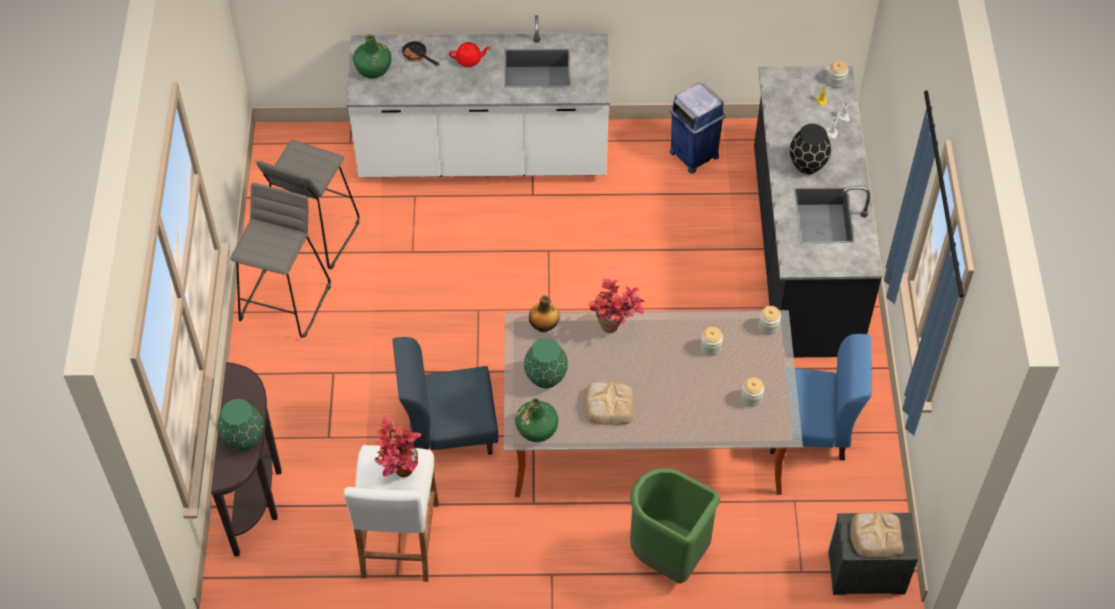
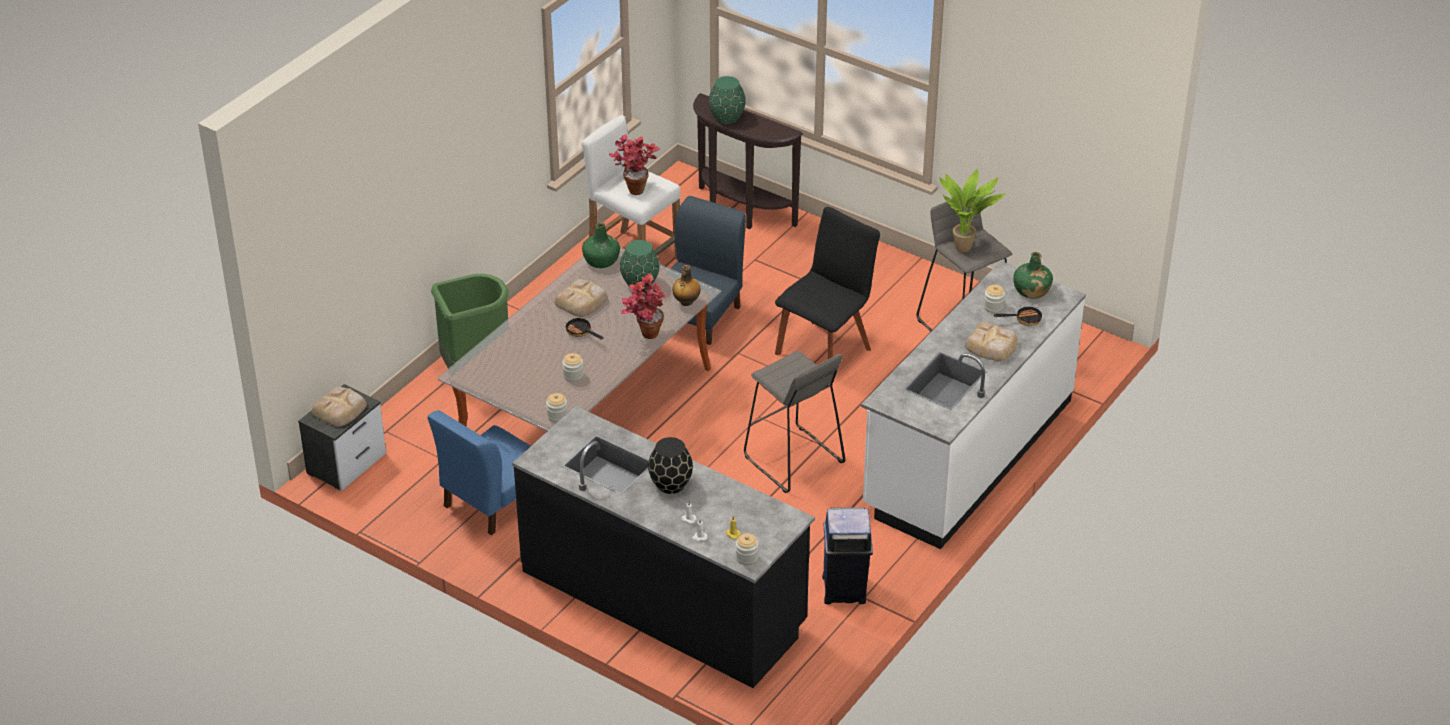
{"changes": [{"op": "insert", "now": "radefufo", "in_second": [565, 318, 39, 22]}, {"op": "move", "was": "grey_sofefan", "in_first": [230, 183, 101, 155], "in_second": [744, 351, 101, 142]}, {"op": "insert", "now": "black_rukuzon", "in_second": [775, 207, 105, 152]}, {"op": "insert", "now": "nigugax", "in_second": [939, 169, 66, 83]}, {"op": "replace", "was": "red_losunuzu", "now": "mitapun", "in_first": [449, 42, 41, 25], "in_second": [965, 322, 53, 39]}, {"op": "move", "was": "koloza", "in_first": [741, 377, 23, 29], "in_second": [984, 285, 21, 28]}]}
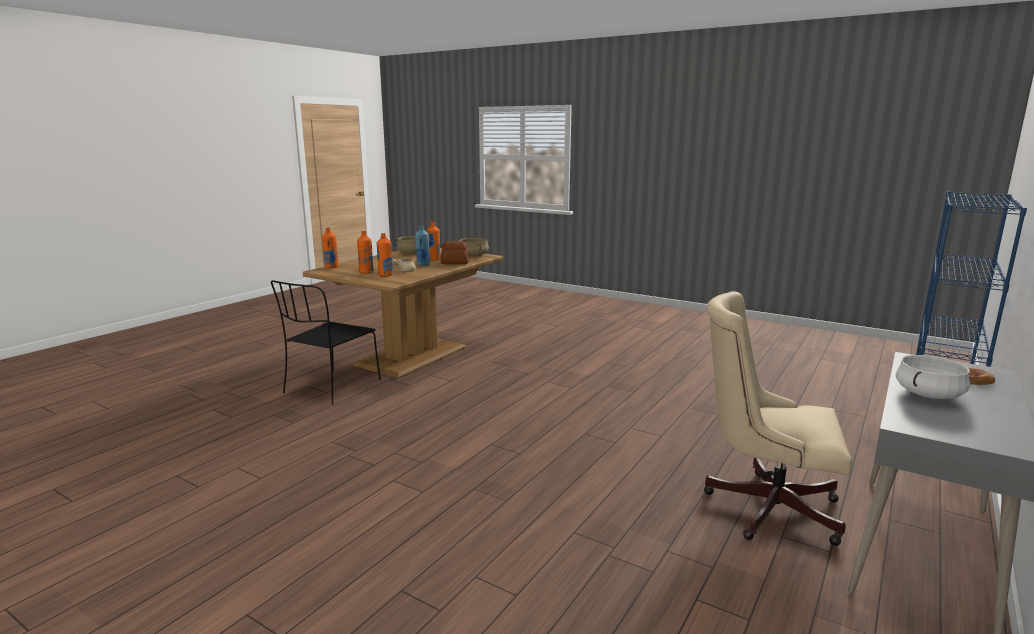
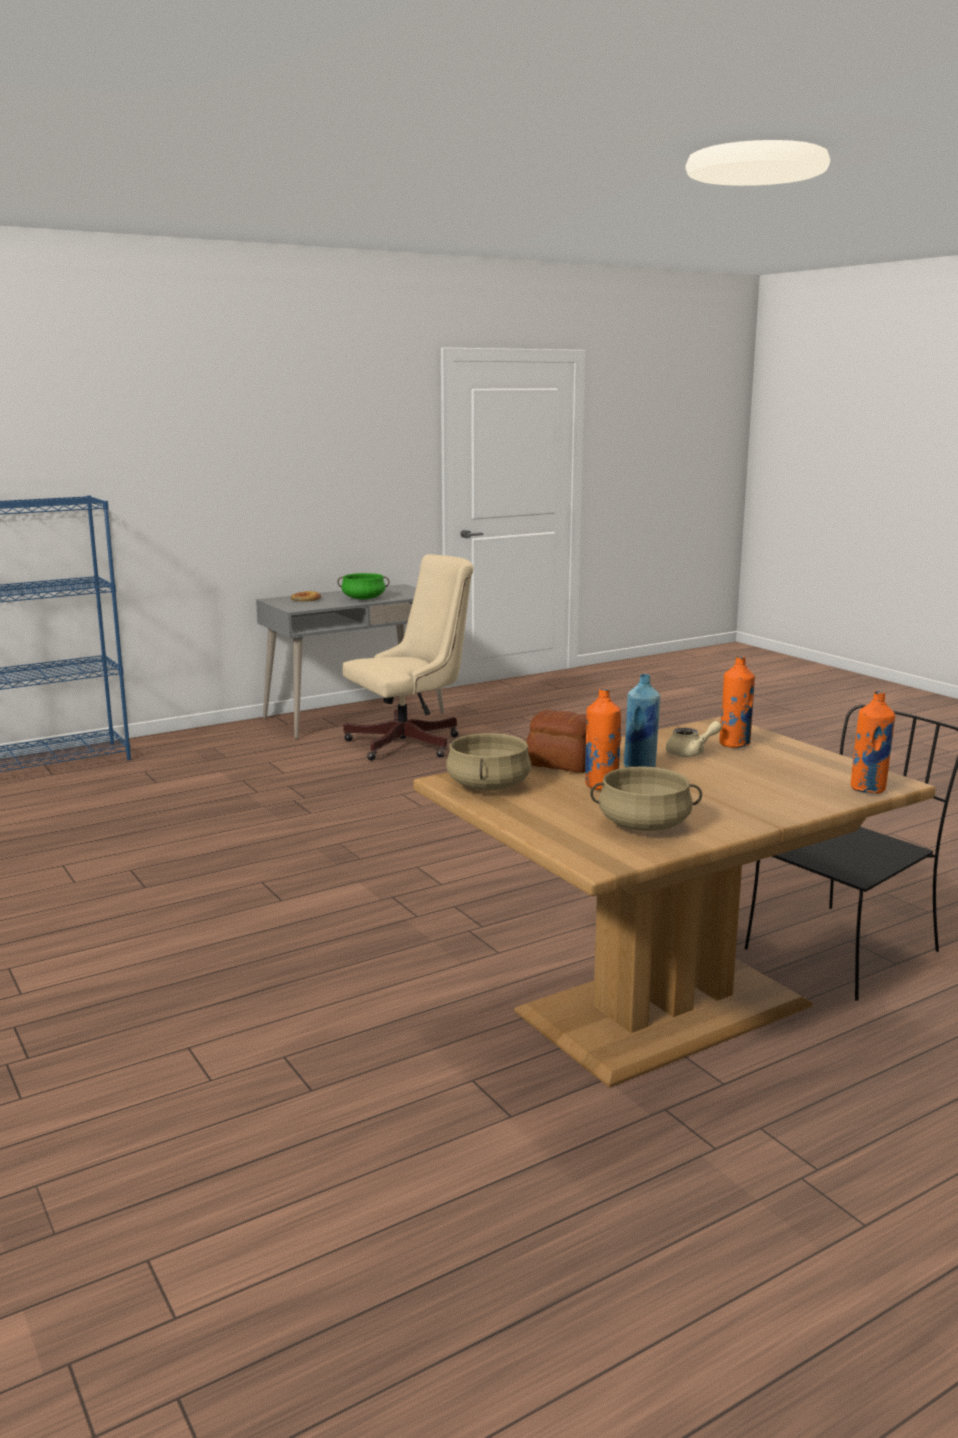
{"changes": [{"op": "recolor", "was": "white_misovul", "now": "green_misovul", "in_first": [896, 355, 74, 44], "in_second": [337, 573, 52, 26]}, {"op": "rotate", "was": "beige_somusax", "in_first": [704, 291, 148, 255], "in_second": [343, 554, 131, 206], "clockwise": -75}, {"op": "delete", "was": "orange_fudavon", "in_first": [357, 231, 17, 43]}]}
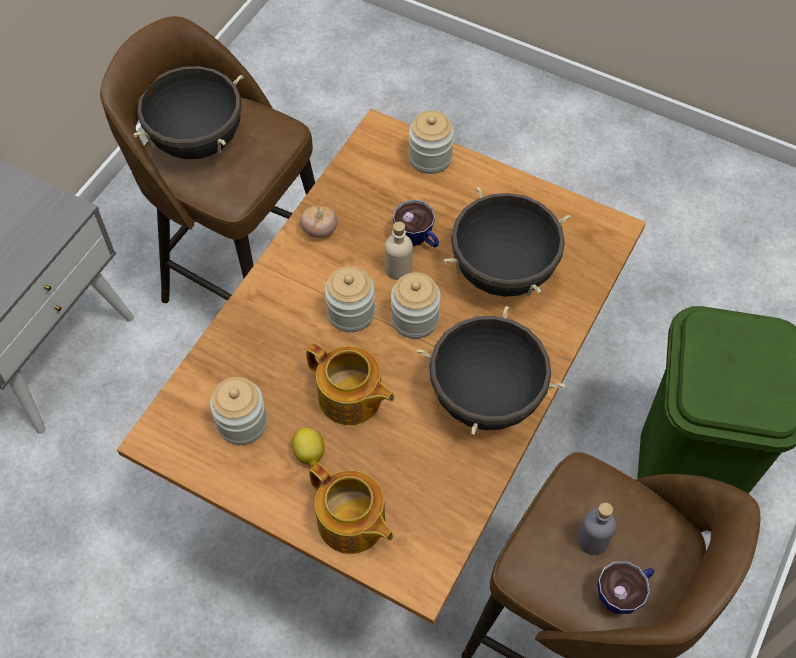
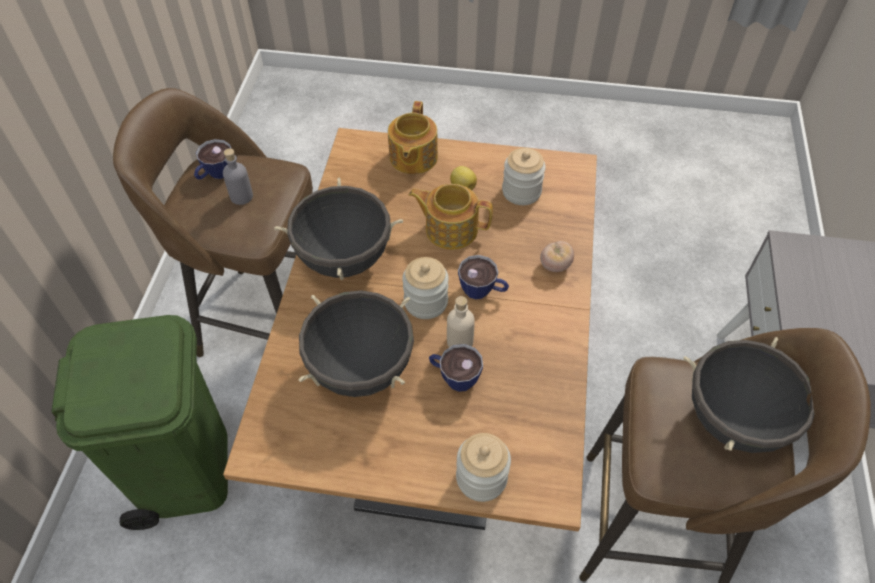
{"changes": [{"op": "rotate", "was": "losunuzu", "in_first": [309, 463, 85, 91], "in_second": [388, 101, 50, 73], "clockwise": -105}, {"op": "replace", "was": "koloza", "now": "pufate", "in_first": [325, 266, 50, 66], "in_second": [458, 255, 51, 44]}, {"op": "move", "was": "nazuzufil", "in_first": [300, 206, 38, 32], "in_second": [540, 241, 34, 31]}]}
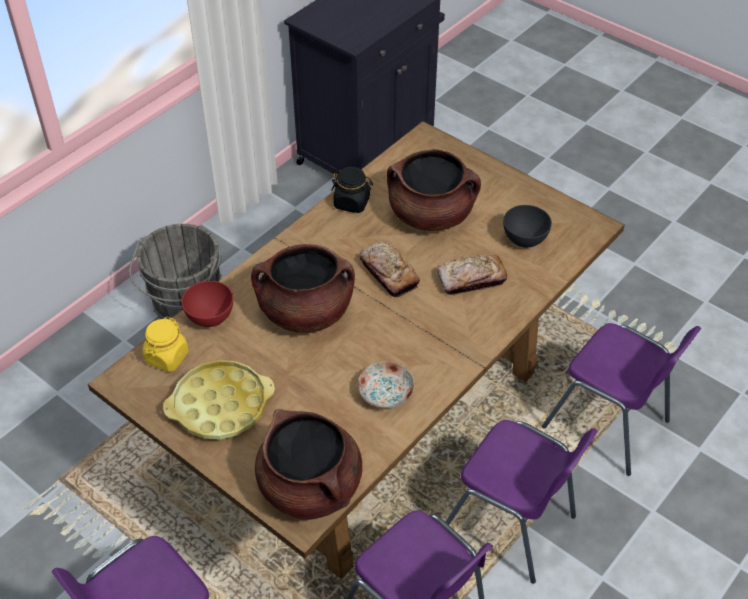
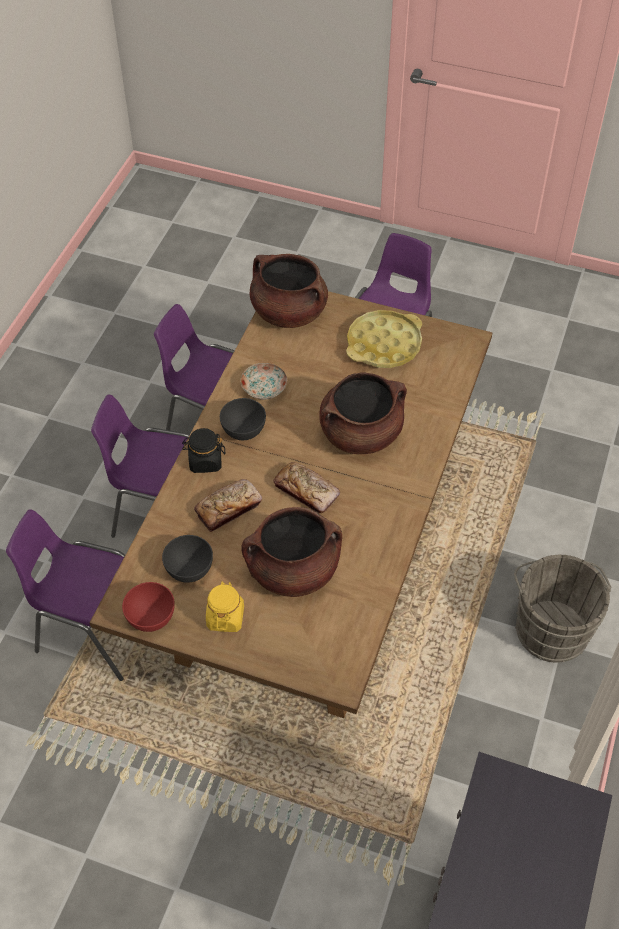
{"changes": [{"op": "move", "was": "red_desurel", "in_first": [181, 281, 52, 46], "in_second": [122, 582, 53, 50]}, {"op": "move", "was": "black_koloza", "in_first": [331, 167, 42, 46], "in_second": [182, 428, 43, 45]}, {"op": "move", "was": "yellow_koloza", "in_first": [143, 317, 46, 55], "in_second": [206, 582, 38, 50]}, {"op": "insert", "now": "grey_desurel", "in_second": [220, 398, 46, 42]}]}
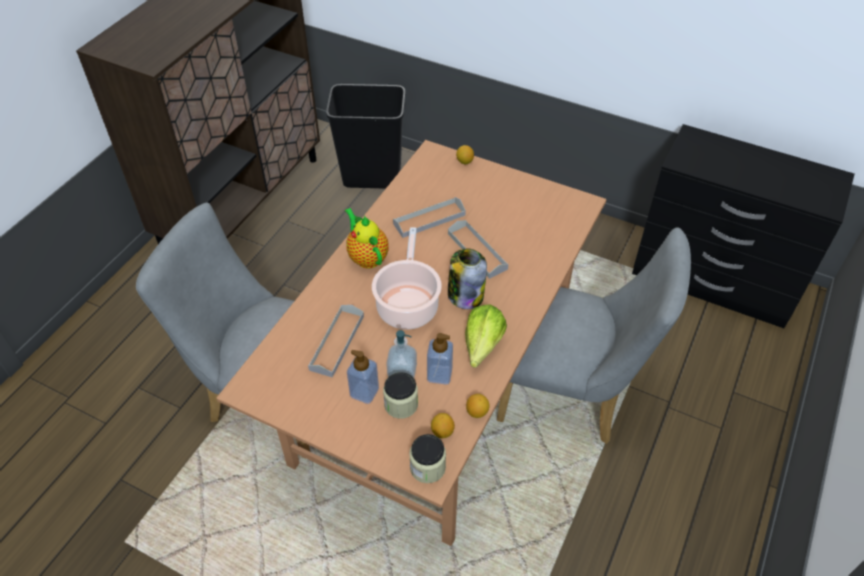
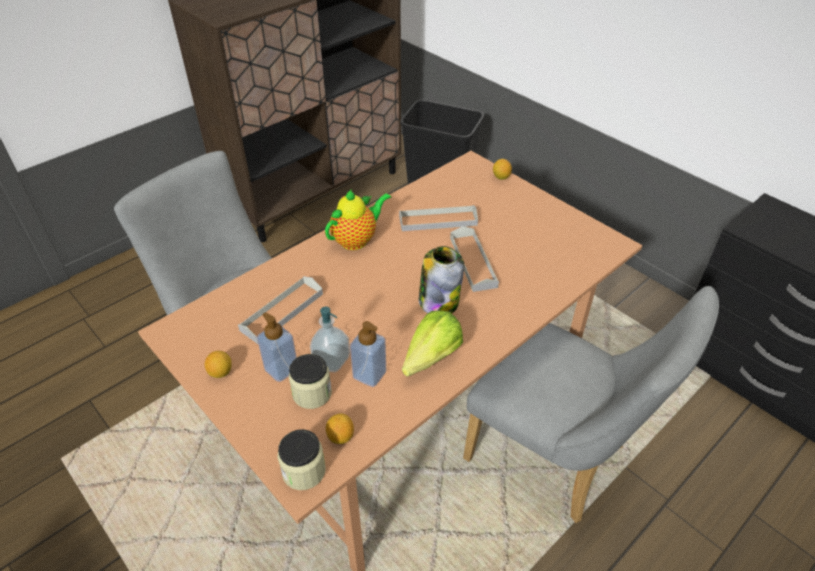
{"changes": [{"op": "move", "was": "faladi", "in_first": [466, 394, 23, 24], "in_second": [205, 351, 27, 27]}, {"op": "rotate", "was": "losunuzu", "in_first": [345, 208, 44, 61], "in_second": [325, 189, 66, 61], "clockwise": 60}, {"op": "delete", "was": "misovul", "in_first": [372, 227, 70, 103]}]}
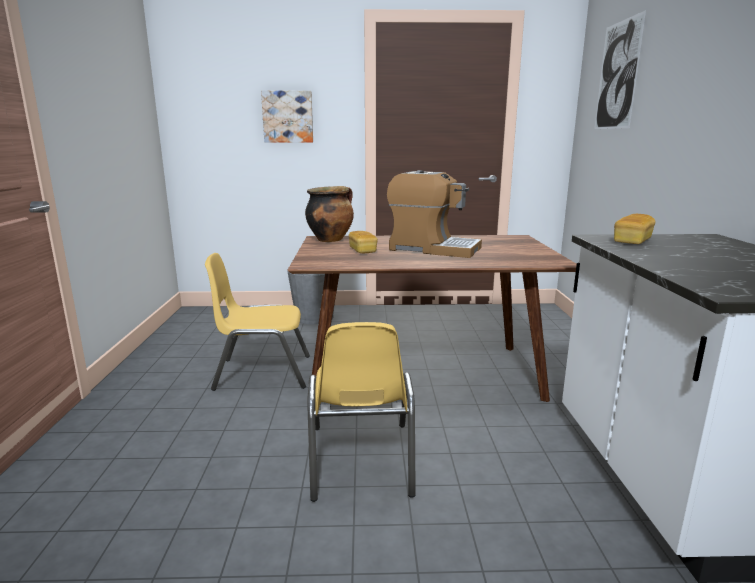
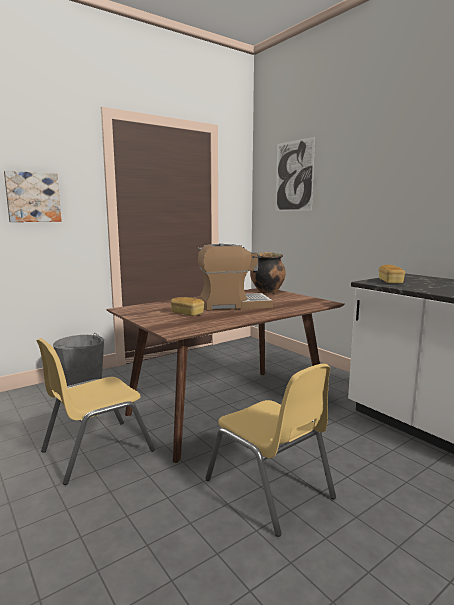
{"changes": [{"op": "move", "was": "misovul", "in_first": [305, 186, 49, 56], "in_second": [250, 252, 36, 42]}]}
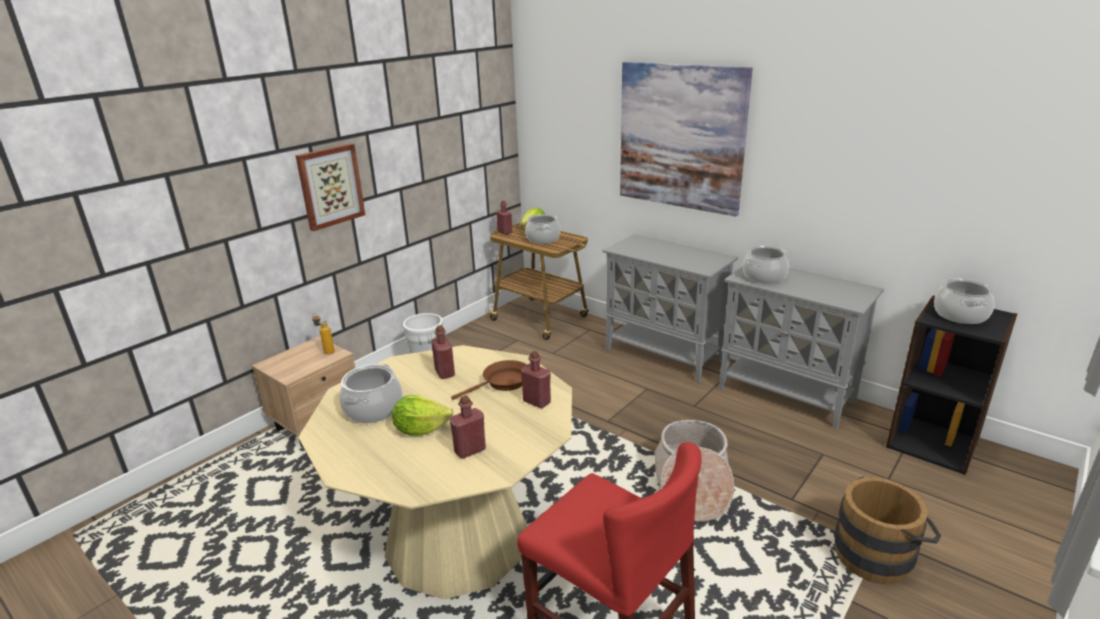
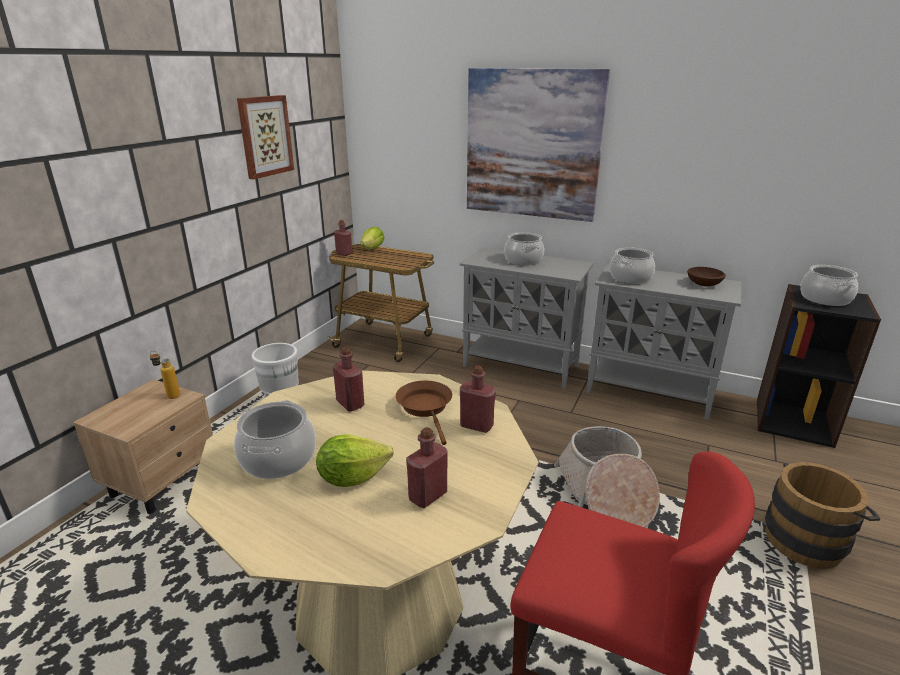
{"changes": [{"op": "move", "was": "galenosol", "in_first": [295, 143, 70, 88], "in_second": [237, 95, 57, 84]}, {"op": "rotate", "was": "brown_radefufo", "in_first": [451, 360, 76, 40], "in_second": [396, 381, 56, 64], "clockwise": -60}, {"op": "move", "was": "misovul", "in_first": [525, 214, 36, 30], "in_second": [504, 232, 40, 33]}, {"op": "insert", "now": "brown_desurel", "in_second": [687, 267, 39, 19]}]}
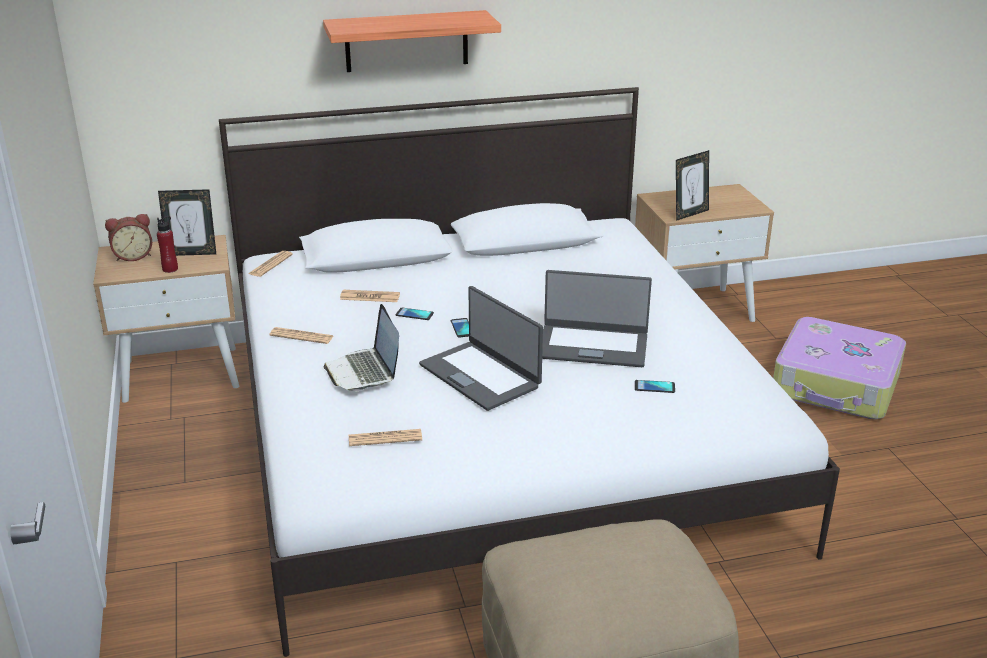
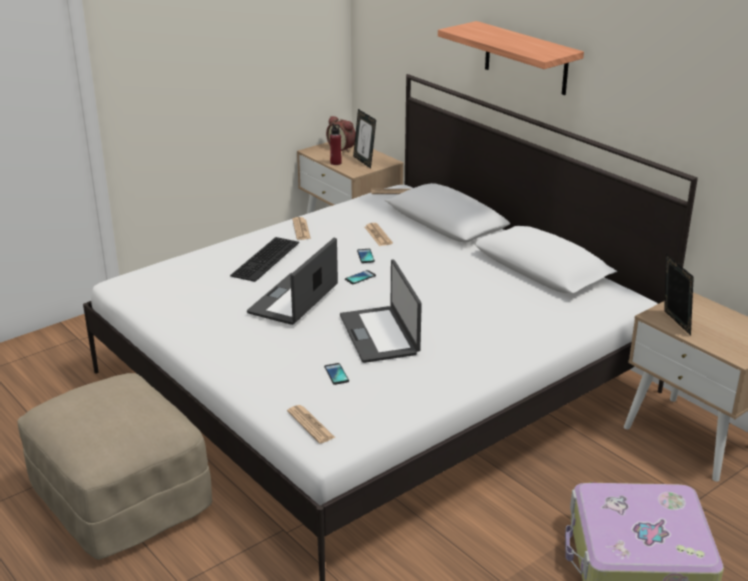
{"changes": [{"op": "replace", "was": "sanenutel", "now": "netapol", "in_first": [324, 304, 75, 87], "in_second": [230, 237, 69, 45]}, {"op": "move", "was": "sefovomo", "in_first": [349, 429, 73, 17], "in_second": [287, 405, 48, 39]}, {"op": "rotate", "was": "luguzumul", "in_first": [676, 150, 33, 71], "in_second": [664, 254, 30, 82], "clockwise": -135}]}
